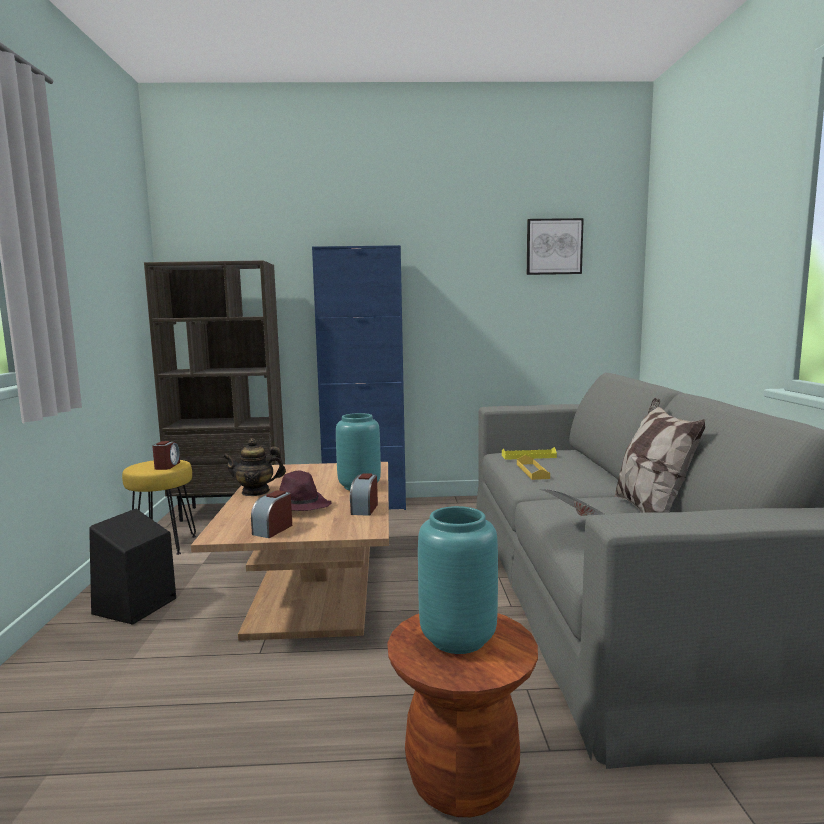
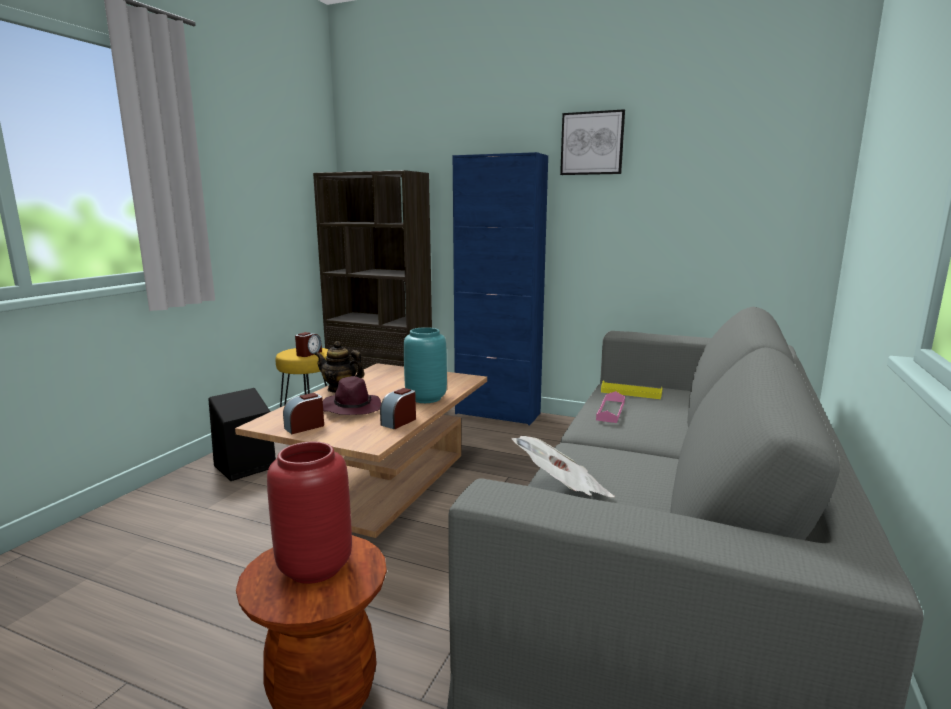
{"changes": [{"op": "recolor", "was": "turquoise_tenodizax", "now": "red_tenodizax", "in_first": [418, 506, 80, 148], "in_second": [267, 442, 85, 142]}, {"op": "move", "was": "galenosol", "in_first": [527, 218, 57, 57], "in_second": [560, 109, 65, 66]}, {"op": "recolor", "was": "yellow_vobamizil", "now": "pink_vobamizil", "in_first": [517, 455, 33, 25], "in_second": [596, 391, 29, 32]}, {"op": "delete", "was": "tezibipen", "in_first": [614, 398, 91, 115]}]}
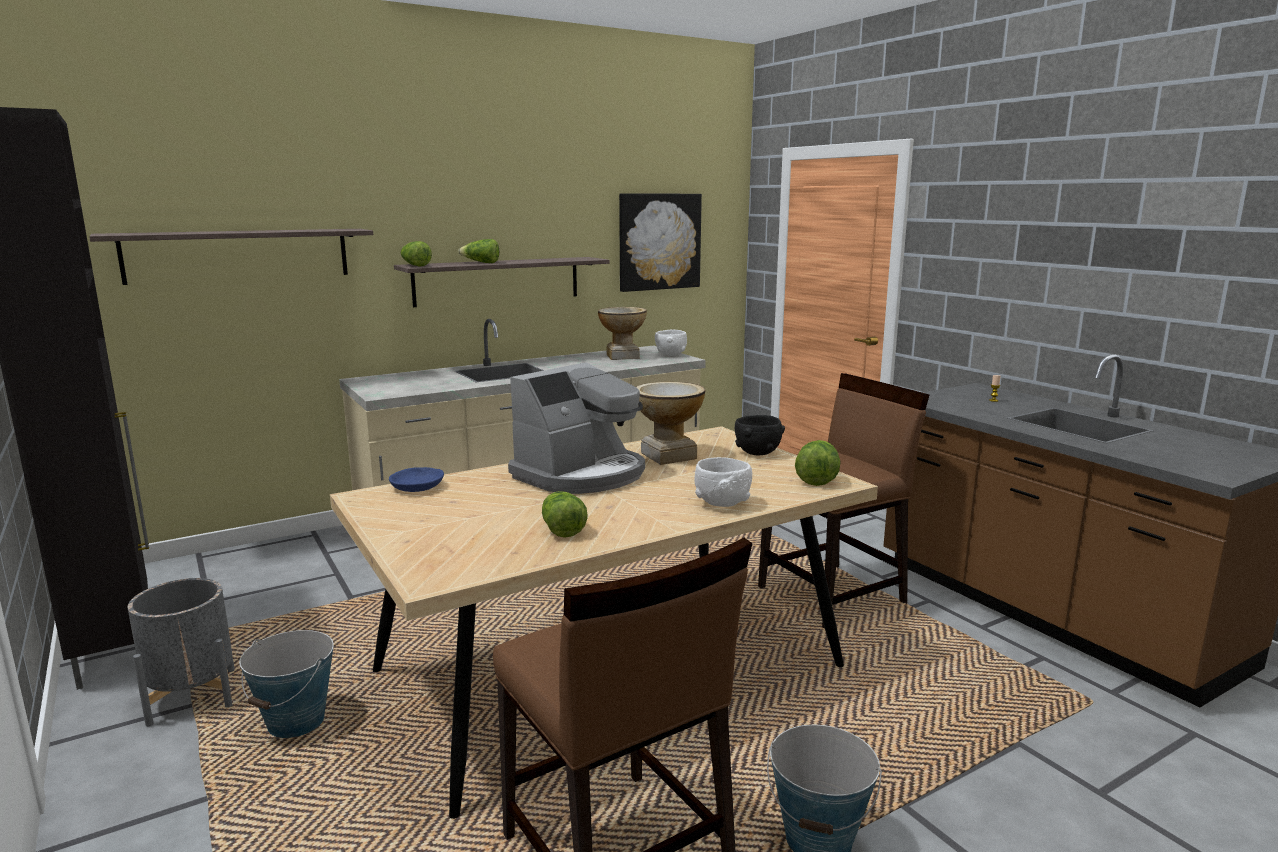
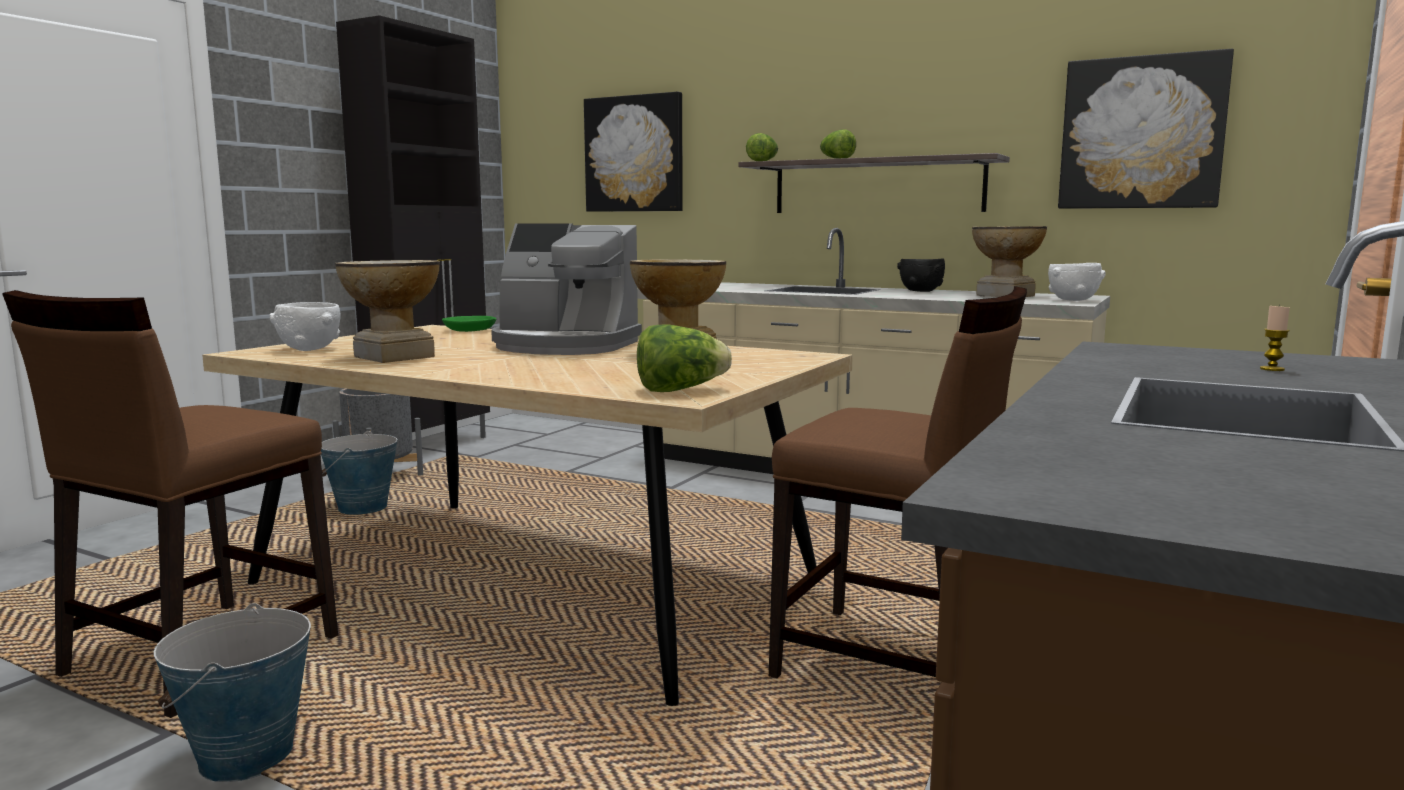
{"changes": [{"op": "move", "was": "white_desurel", "in_first": [694, 457, 58, 50], "in_second": [269, 302, 72, 49]}, {"op": "replace", "was": "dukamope", "now": "tenodizax", "in_first": [542, 491, 46, 47], "in_second": [335, 260, 105, 103]}, {"op": "recolor", "was": "blue_desurel", "now": "green_desurel", "in_first": [389, 467, 55, 25], "in_second": [442, 316, 54, 16]}, {"op": "replace", "was": "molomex", "now": "galenosol", "in_first": [89, 229, 284, 56], "in_second": [584, 92, 99, 120]}, {"op": "move", "was": "black_desurel", "in_first": [735, 415, 50, 40], "in_second": [897, 258, 48, 34]}]}
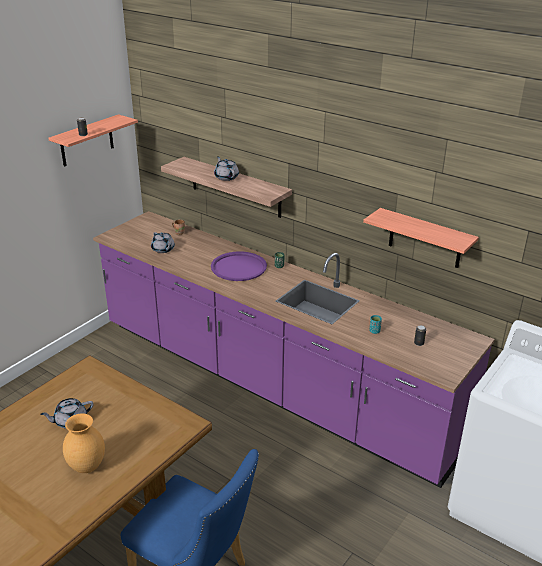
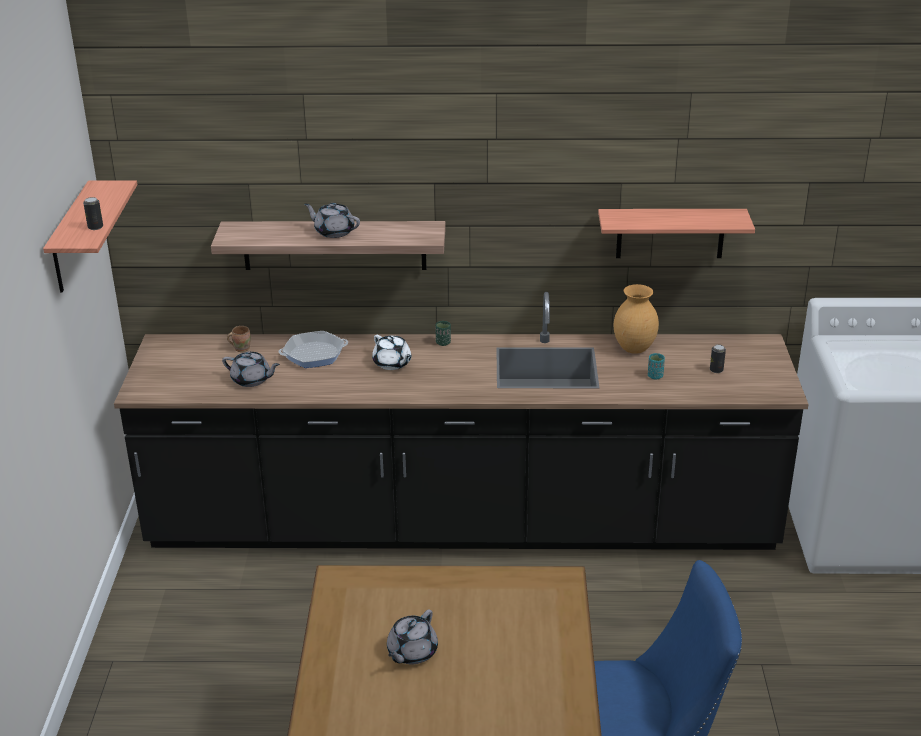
{"changes": [{"op": "recolor", "was": "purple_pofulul", "now": "black_pofulul", "in_first": [93, 211, 402, 277], "in_second": [114, 292, 695, 258]}, {"op": "insert", "now": "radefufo", "in_second": [279, 331, 69, 37]}, {"op": "replace", "was": "purple_vobamizil", "now": "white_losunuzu", "in_first": [211, 251, 56, 30], "in_second": [372, 335, 39, 35]}, {"op": "move", "was": "brown_tenodizax", "in_first": [63, 413, 42, 60], "in_second": [614, 284, 45, 70]}]}
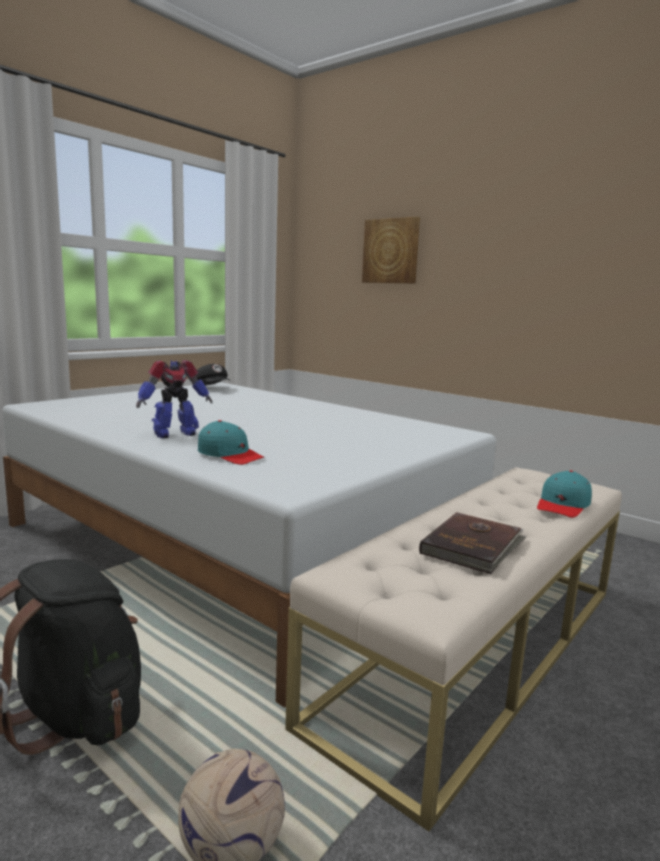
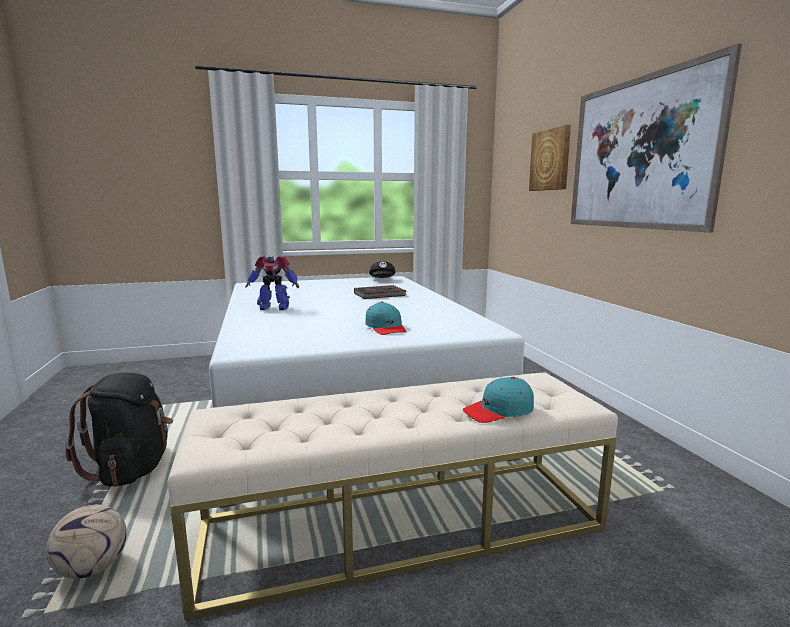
{"changes": [{"op": "move", "was": "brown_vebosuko", "in_first": [419, 512, 107, 62], "in_second": [354, 285, 54, 14]}, {"op": "move", "was": "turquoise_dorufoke", "in_first": [198, 420, 67, 45], "in_second": [365, 301, 41, 34]}, {"op": "insert", "now": "galenosol", "in_second": [571, 43, 171, 189]}]}
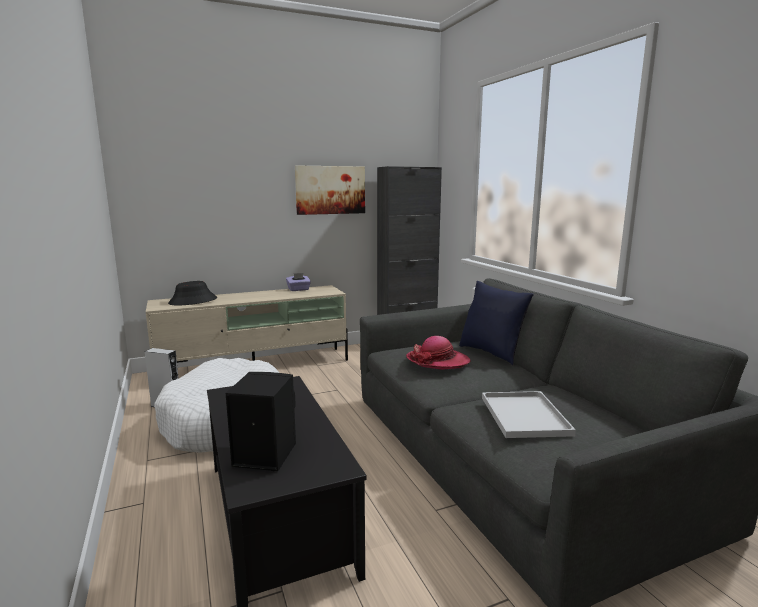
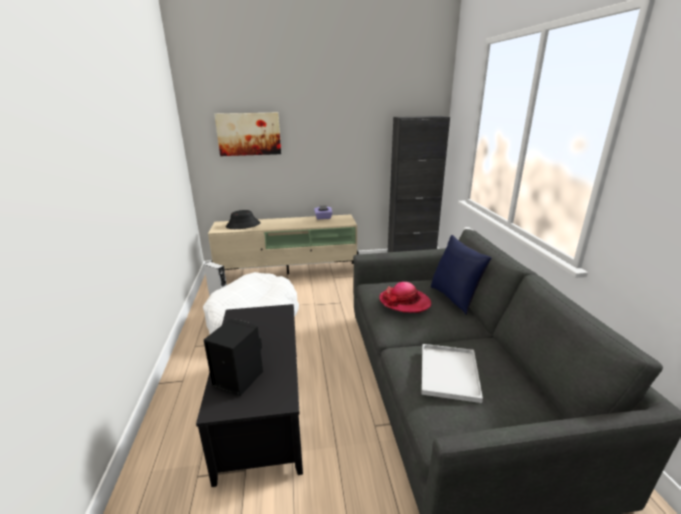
{"changes": [{"op": "move", "was": "galenosol", "in_first": [295, 165, 70, 50], "in_second": [215, 113, 66, 43]}]}
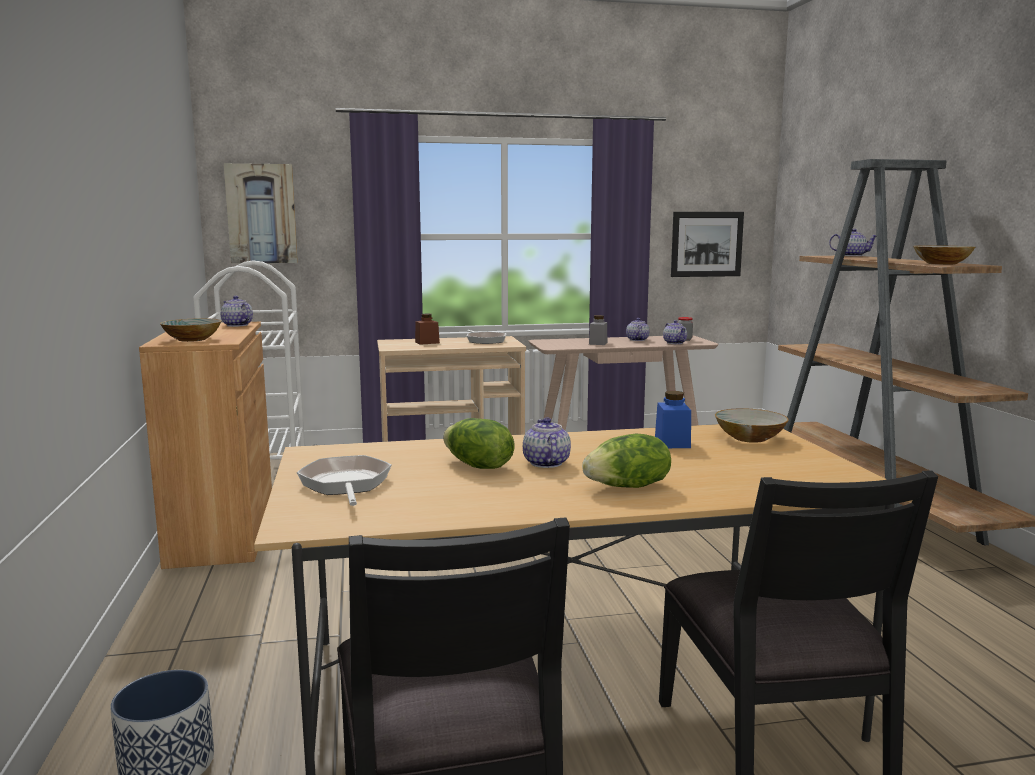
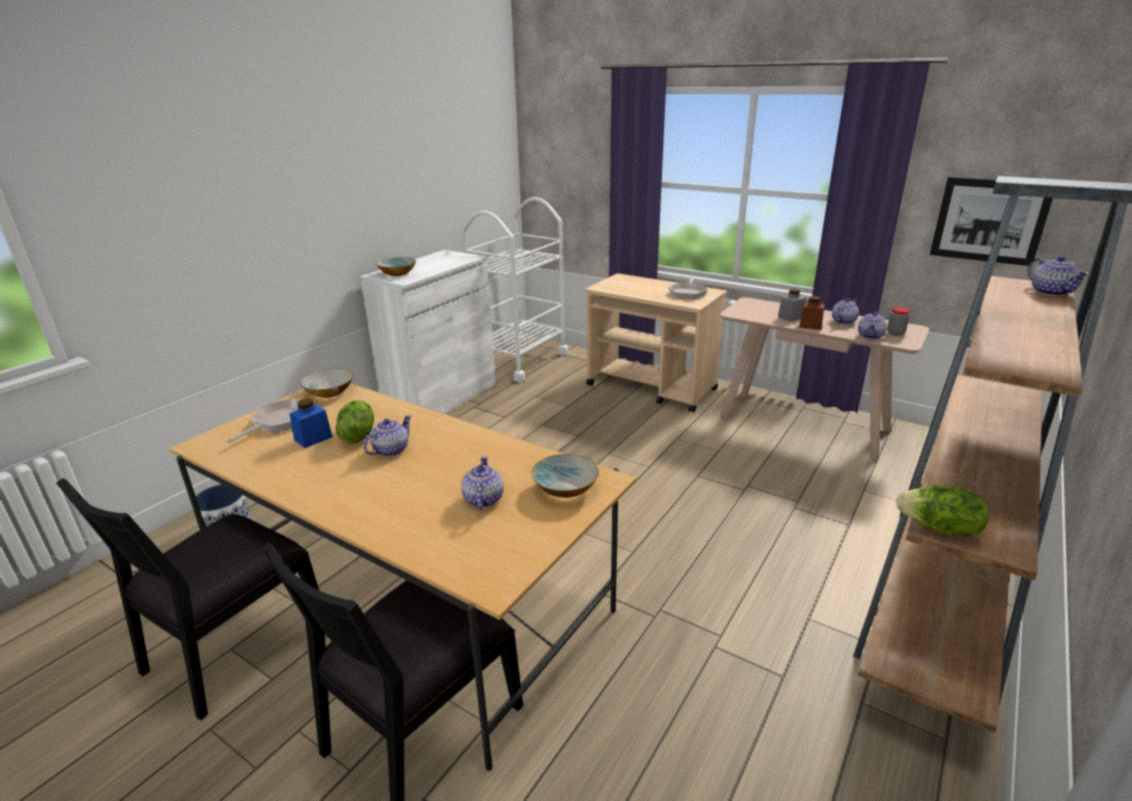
{"changes": [{"op": "move", "was": "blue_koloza", "in_first": [655, 391, 36, 57], "in_second": [289, 398, 44, 50]}, {"op": "move", "was": "desurel", "in_first": [913, 246, 62, 19], "in_second": [300, 368, 53, 30]}, {"op": "recolor", "was": "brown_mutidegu", "now": "white_mutidegu", "in_first": [139, 322, 133, 247], "in_second": [360, 250, 136, 164]}, {"op": "move", "was": "losunuzu", "in_first": [221, 296, 32, 31], "in_second": [461, 456, 43, 54]}, {"op": "move", "was": "brown_koloza", "in_first": [415, 314, 25, 31], "in_second": [799, 296, 25, 34]}, {"op": "move", "was": "dukamope", "in_first": [582, 434, 89, 54], "in_second": [896, 485, 93, 52]}, {"op": "delete", "was": "galenosol", "in_first": [224, 163, 74, 101]}]}
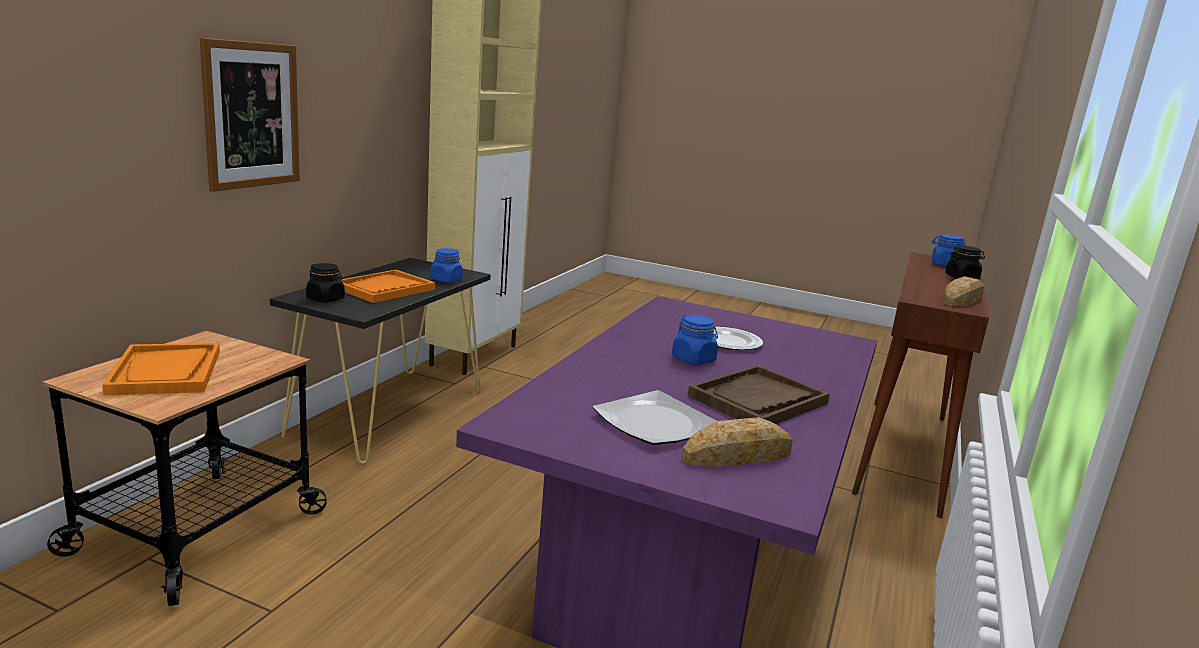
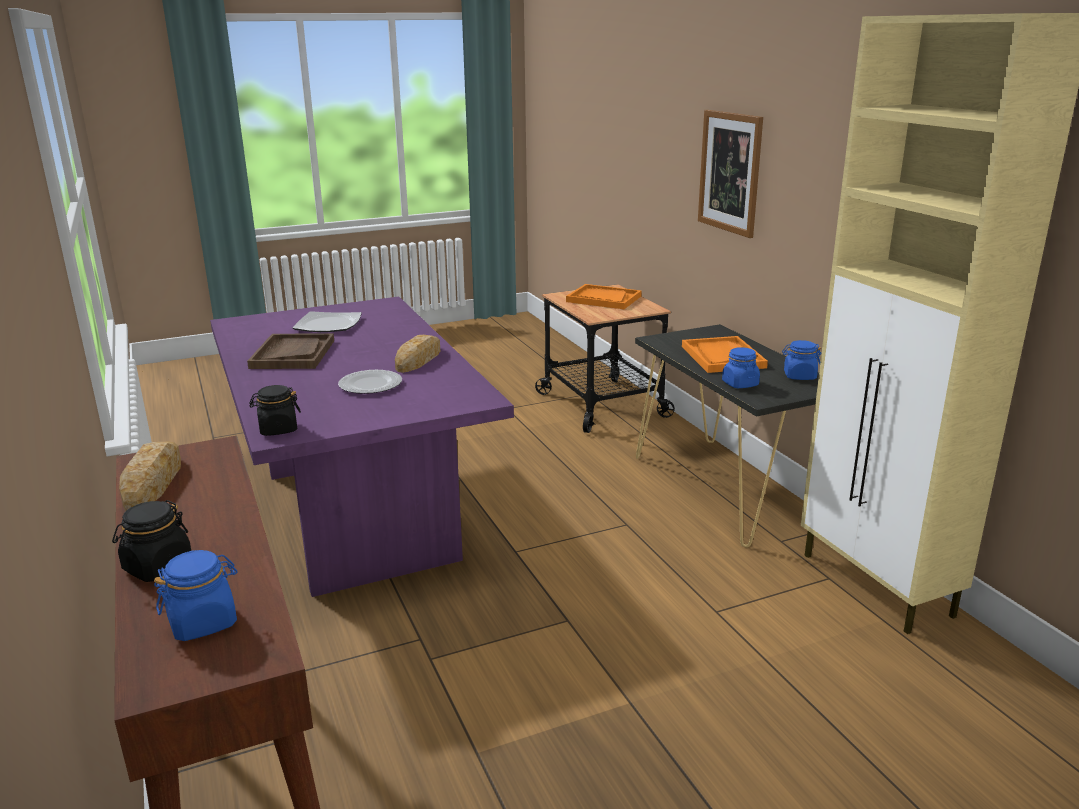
{"changes": [{"op": "move", "was": "black_koloza", "in_first": [306, 263, 39, 39], "in_second": [249, 385, 52, 51]}, {"op": "move", "was": "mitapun", "in_first": [682, 417, 111, 50], "in_second": [395, 335, 45, 38]}, {"op": "move", "was": "blue_koloza", "in_first": [672, 314, 46, 51], "in_second": [782, 340, 39, 40]}]}
